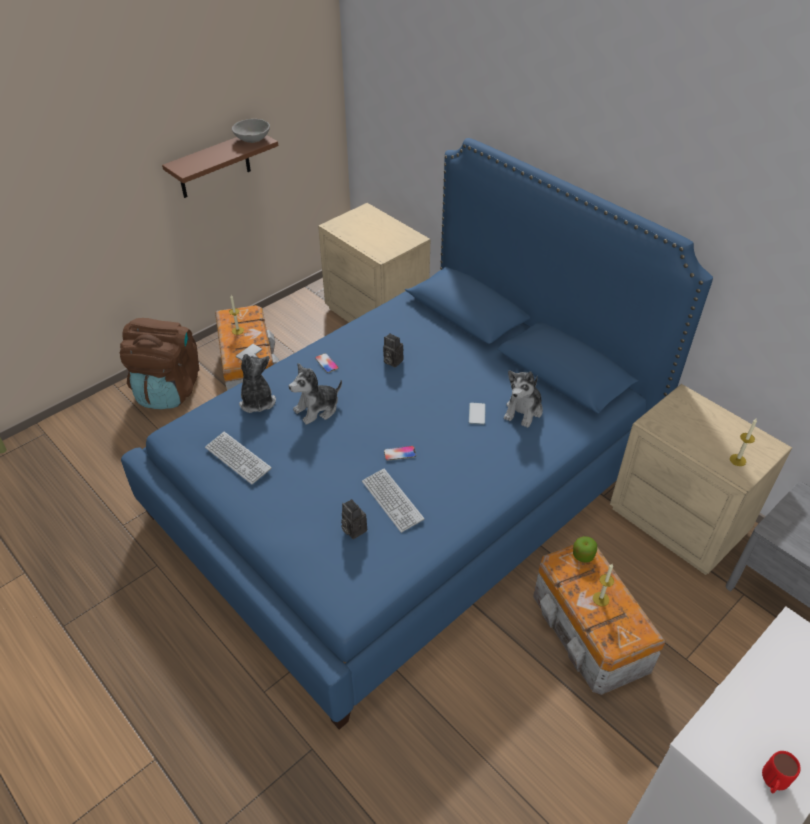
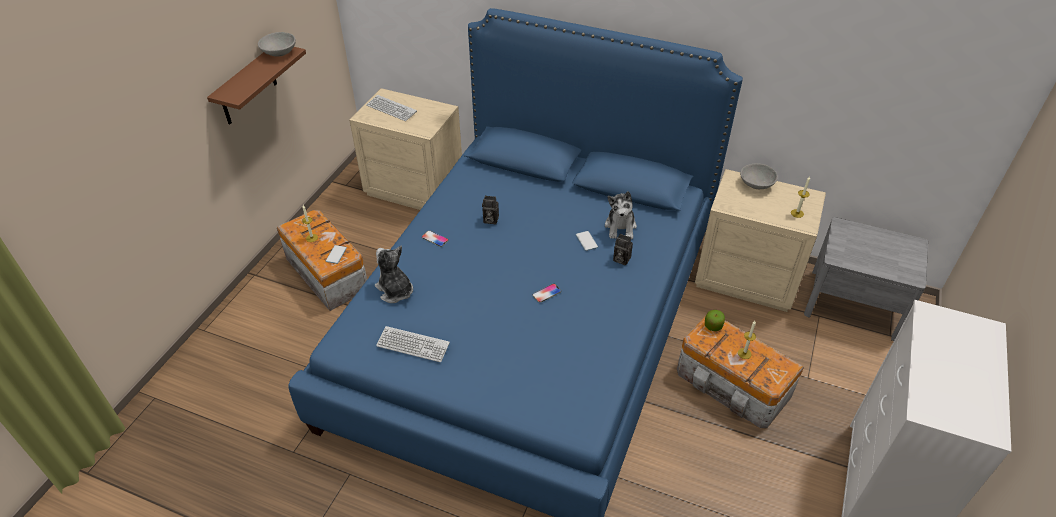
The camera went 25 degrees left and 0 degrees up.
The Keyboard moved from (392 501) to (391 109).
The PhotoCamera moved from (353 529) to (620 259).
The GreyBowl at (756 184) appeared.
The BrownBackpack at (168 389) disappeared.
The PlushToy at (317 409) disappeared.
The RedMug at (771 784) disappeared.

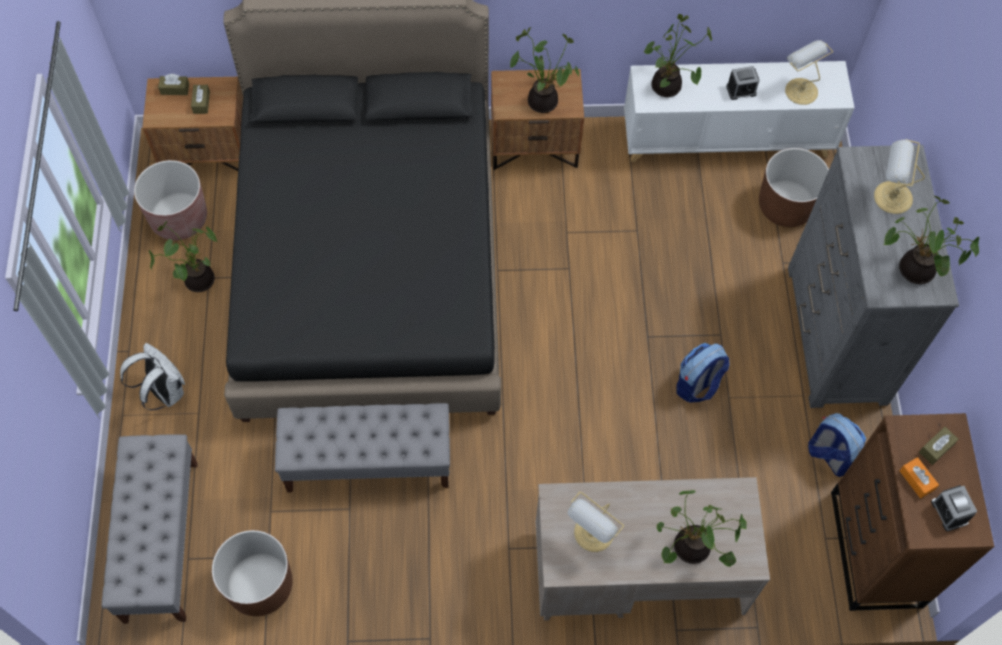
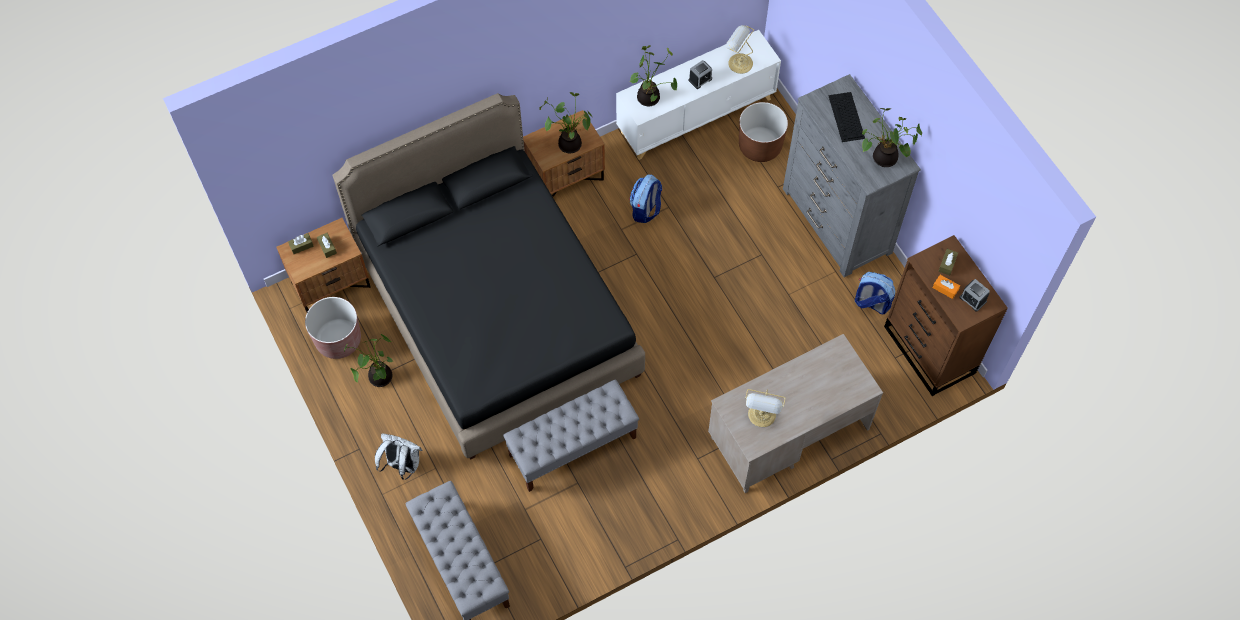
The camera went 25 degrees left and 0 degrees up.
The Backpack moved from (697 385) to (645 209).
The TableLamp at (890 197) was replaced by the Keyboard at (847 117).
The BrownPlanter at (260 585) disappeared.
The PottedPlant at (690 549) disappeared.

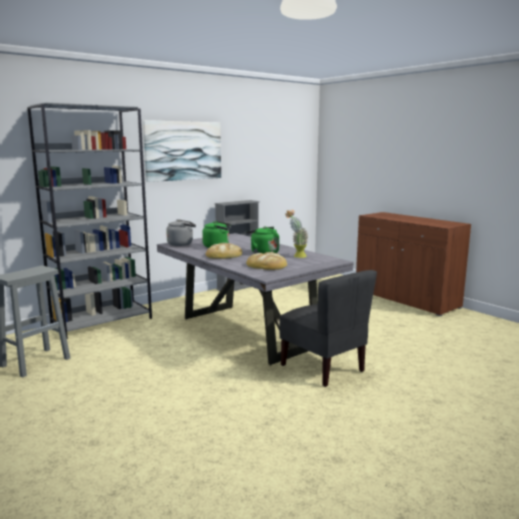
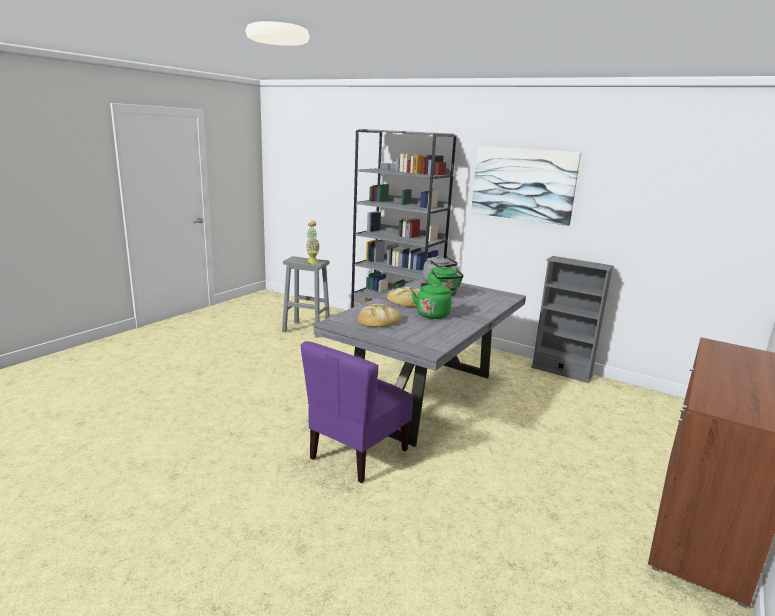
The camera went 70 degrees right and 5 degrees up.
The GreyChair at (323 368) became the PurpleChair at (357 454).
The PottedPlant moved from (296 256) to (312 261).

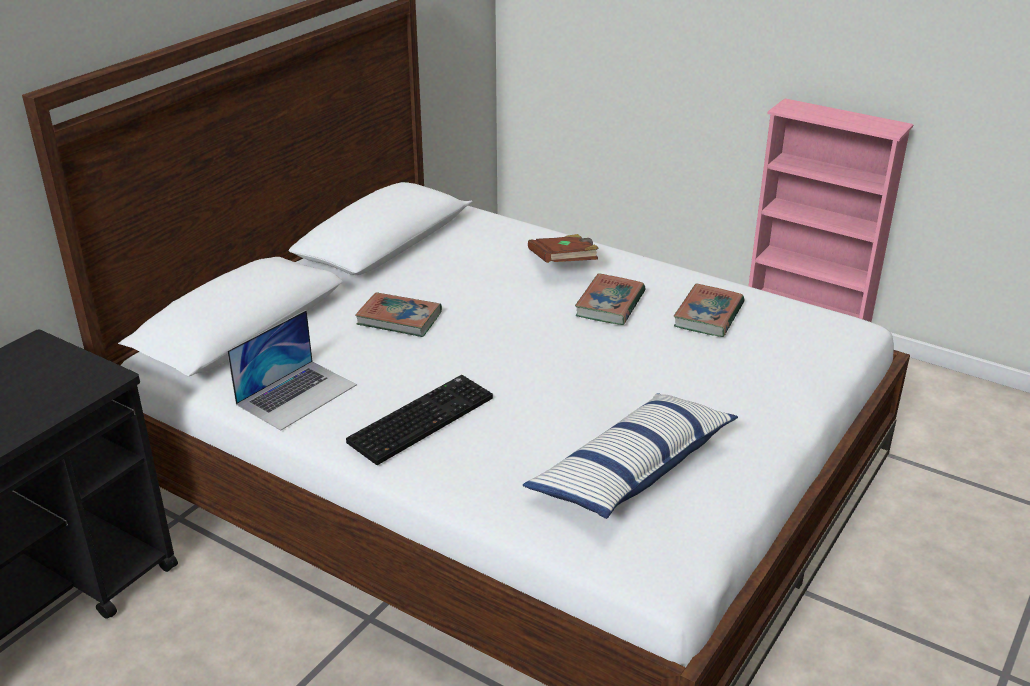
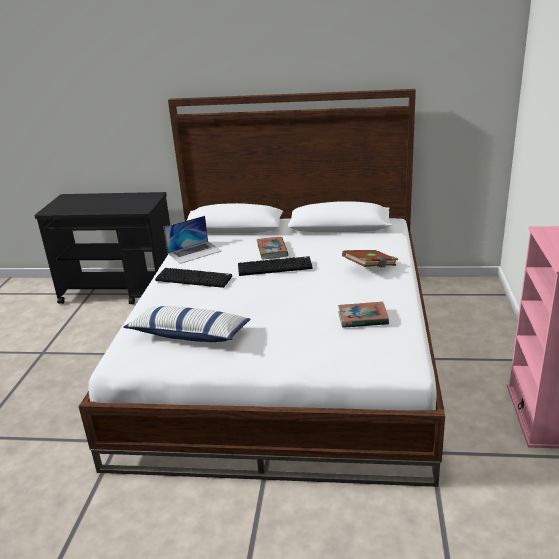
The camera went 65 degrees right and 5 degrees down.
The Laptop at (297 394) turned 45 degrees counterclockwise.
The Keyboard at (275 267) appeared.
The Book at (610 304) disappeared.

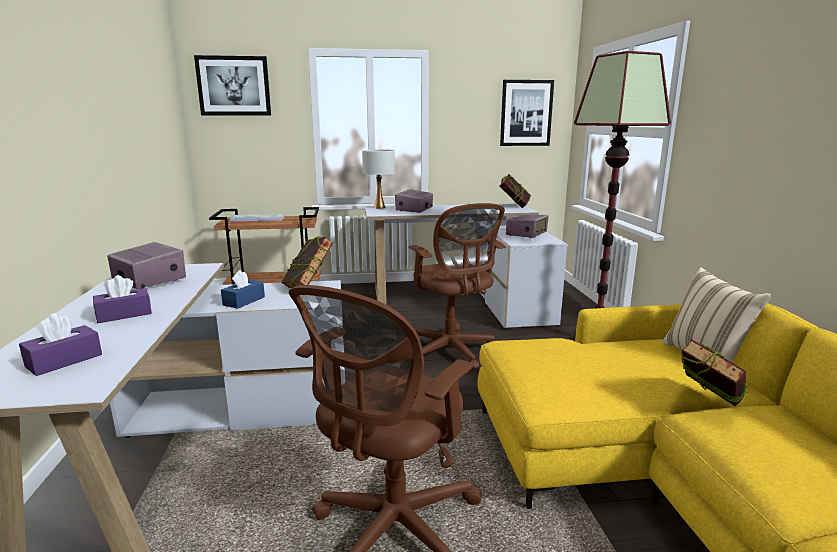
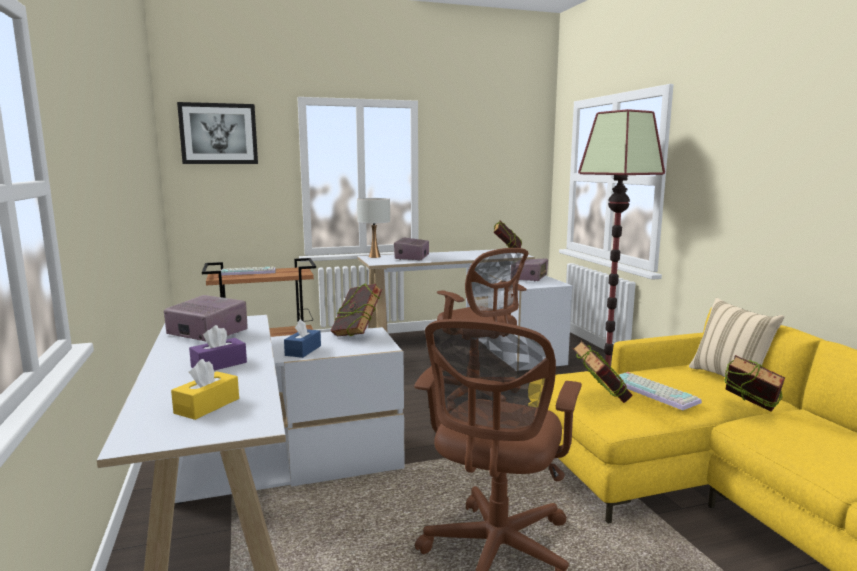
The camera went 10 degrees left and 5 degrees down.
The PurpleTissueBox at (64 360) became the YellowTissueBox at (207 406).
The Book at (600 399) appeared.
The Keyboard at (654 391) appeared.
The Picture at (526 113) disappeared.

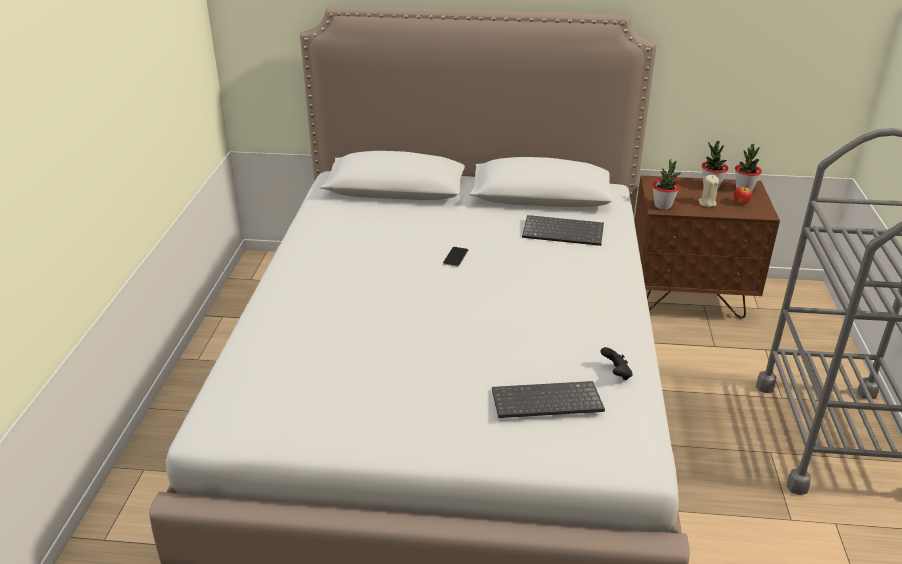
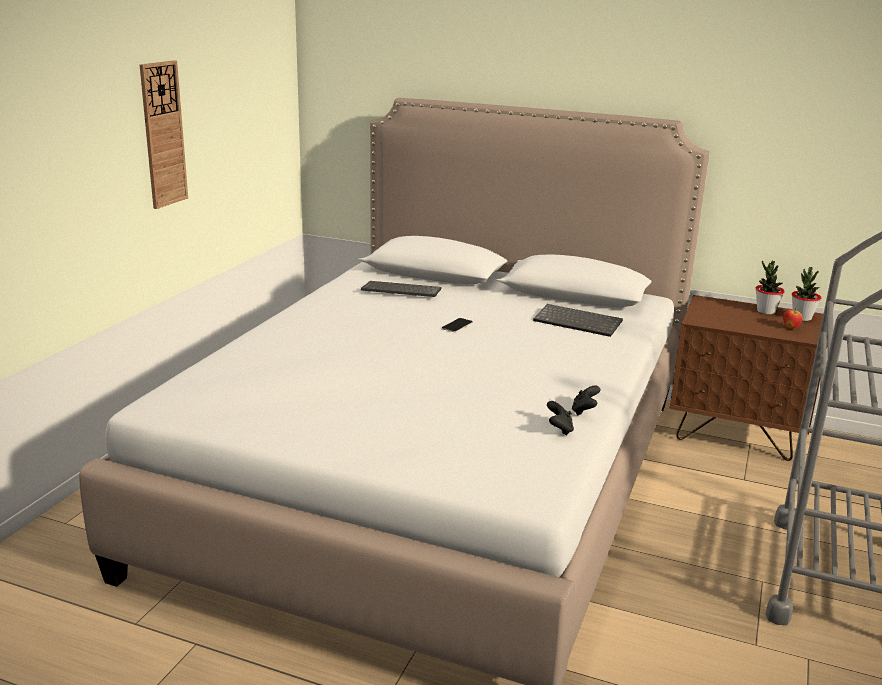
The camera went 15 degrees right and 10 degrees down.
The WallClock at (163 134) appeared.
The Keyboard moved from (545 403) to (400 292).
The BlackGameController at (584 411) appeared.
The PottedPlant at (663 206) disappeared.
The BeigeCandle at (707 203) disappeared.

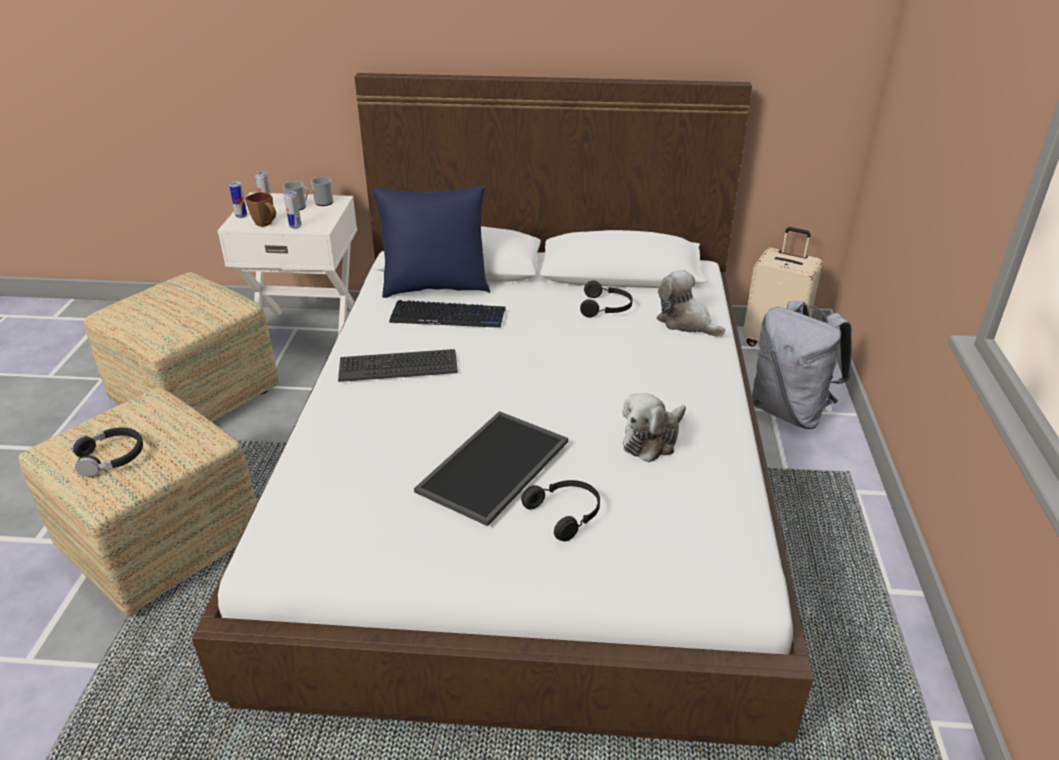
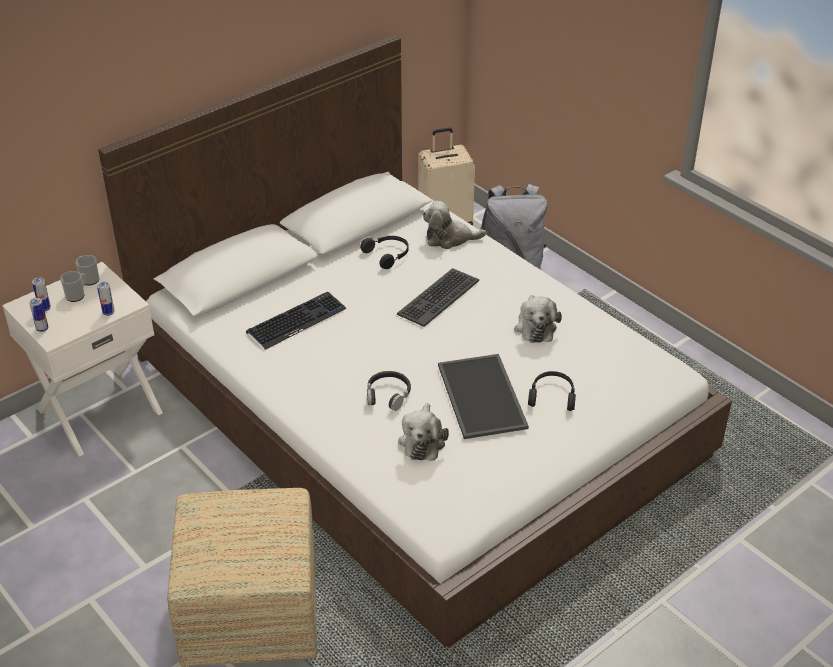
The camera went 45 degrees left and 5 degrees up.
The BlackHeadphones moved from (111 457) to (388 395).
The Keyboard moved from (398 366) to (438 297).
The PlushToy at (422 440) appeared.
The Ottoman at (195 398) disappeared.
The BrownMug at (266 224) disappeared.
The BluePillow at (435 287) disappeared.

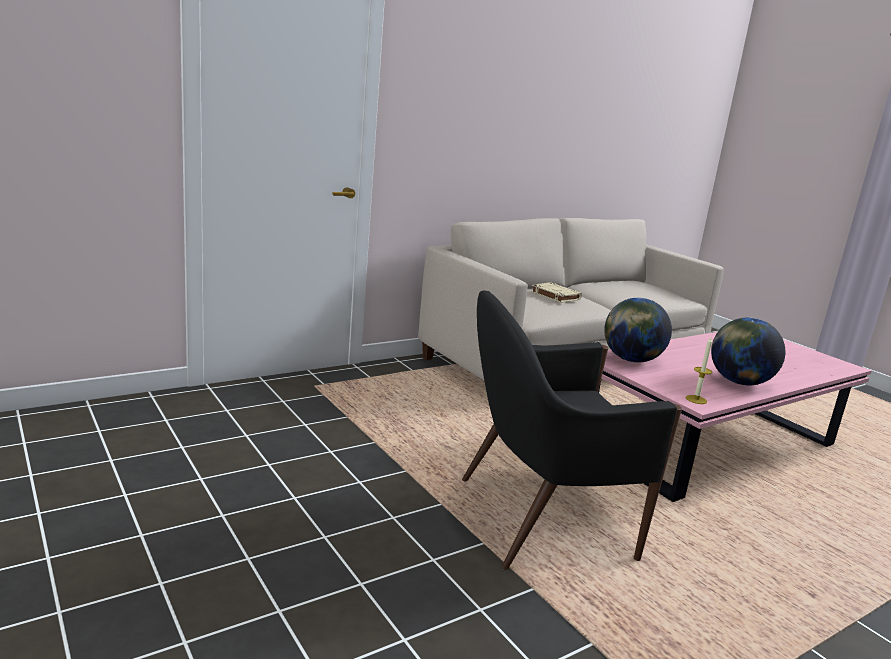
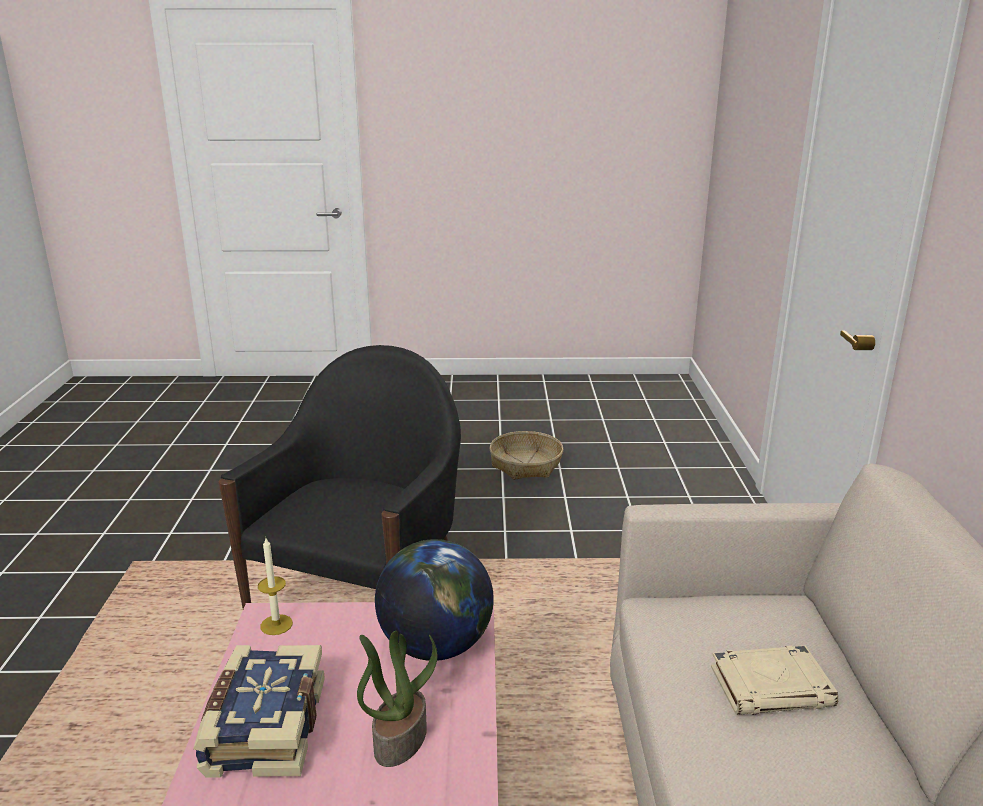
The camera went 125 degrees right and 5 degrees up.
The Globe at (739 382) was replaced by the Book at (263 727).
The PottedPlant at (400 739) appeared.
The Basket at (526 465) appeared.

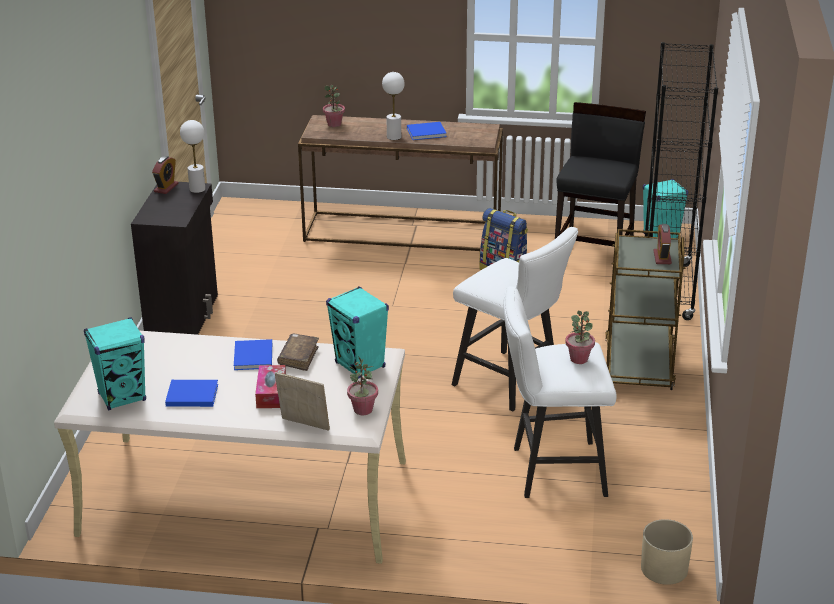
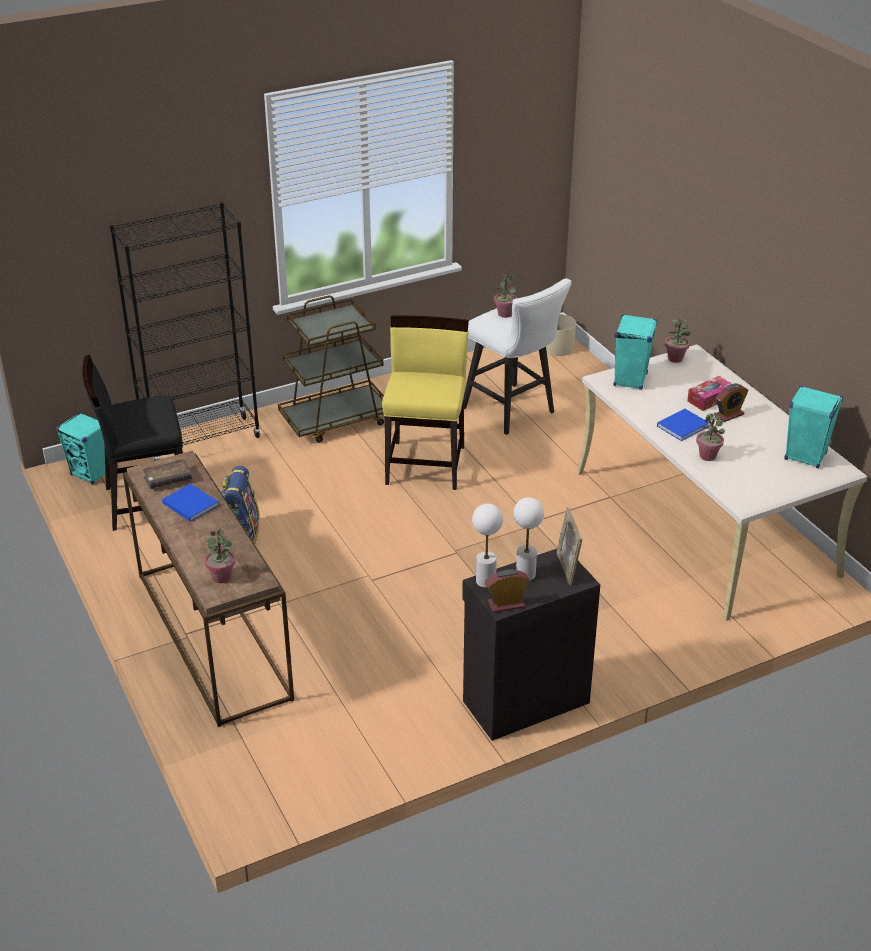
The camera went 125 degrees left and 5 degrees up.
The BrownBook moved from (298 357) to (168 480).
The WhiteStool at (512 384) was replaced by the YellowChair at (426 464).
The WhiteTableLamp moved from (394 137) to (525 574).
The PictureFrame moved from (303 426) to (567 568).
The PottedPlant at (708 456) appeared.
The AlarmClock moved from (662 257) to (729 415).
The BlueBook at (190 395) disappeared.

